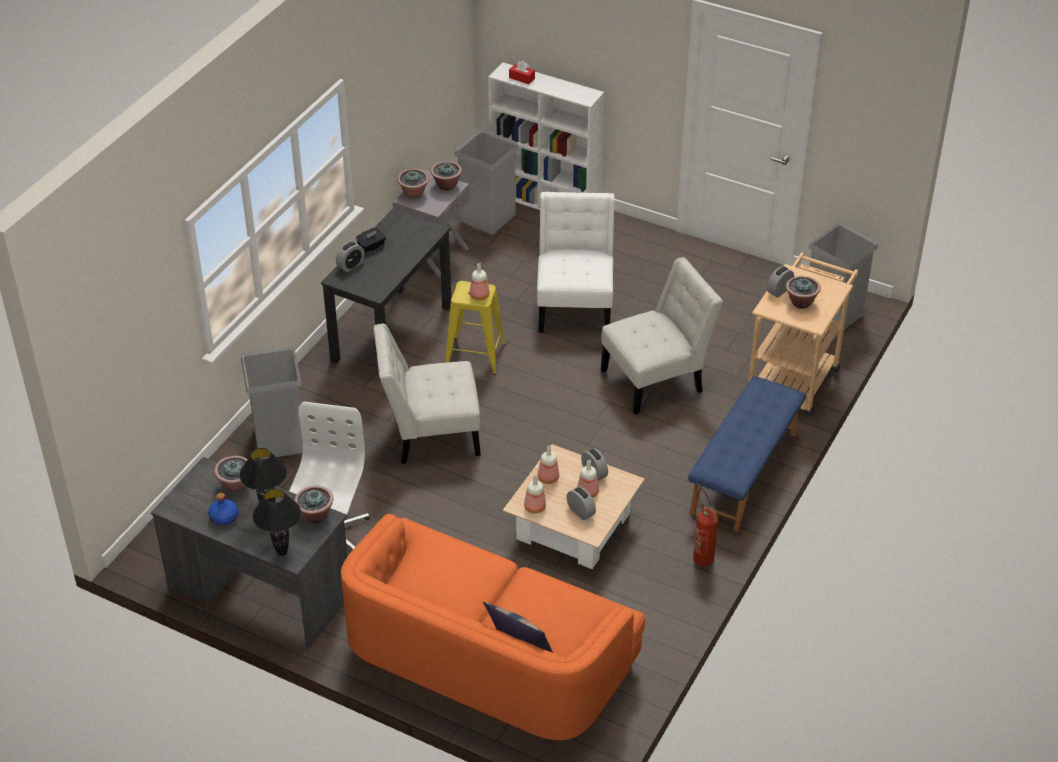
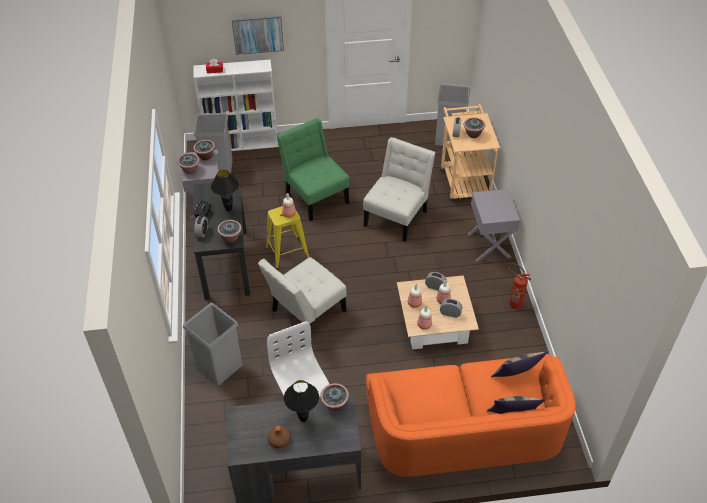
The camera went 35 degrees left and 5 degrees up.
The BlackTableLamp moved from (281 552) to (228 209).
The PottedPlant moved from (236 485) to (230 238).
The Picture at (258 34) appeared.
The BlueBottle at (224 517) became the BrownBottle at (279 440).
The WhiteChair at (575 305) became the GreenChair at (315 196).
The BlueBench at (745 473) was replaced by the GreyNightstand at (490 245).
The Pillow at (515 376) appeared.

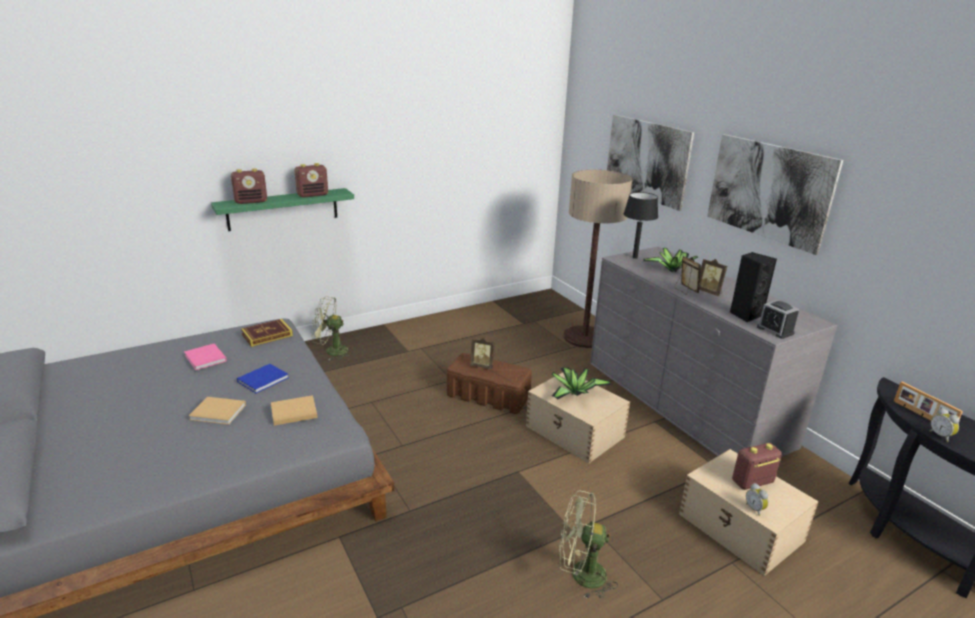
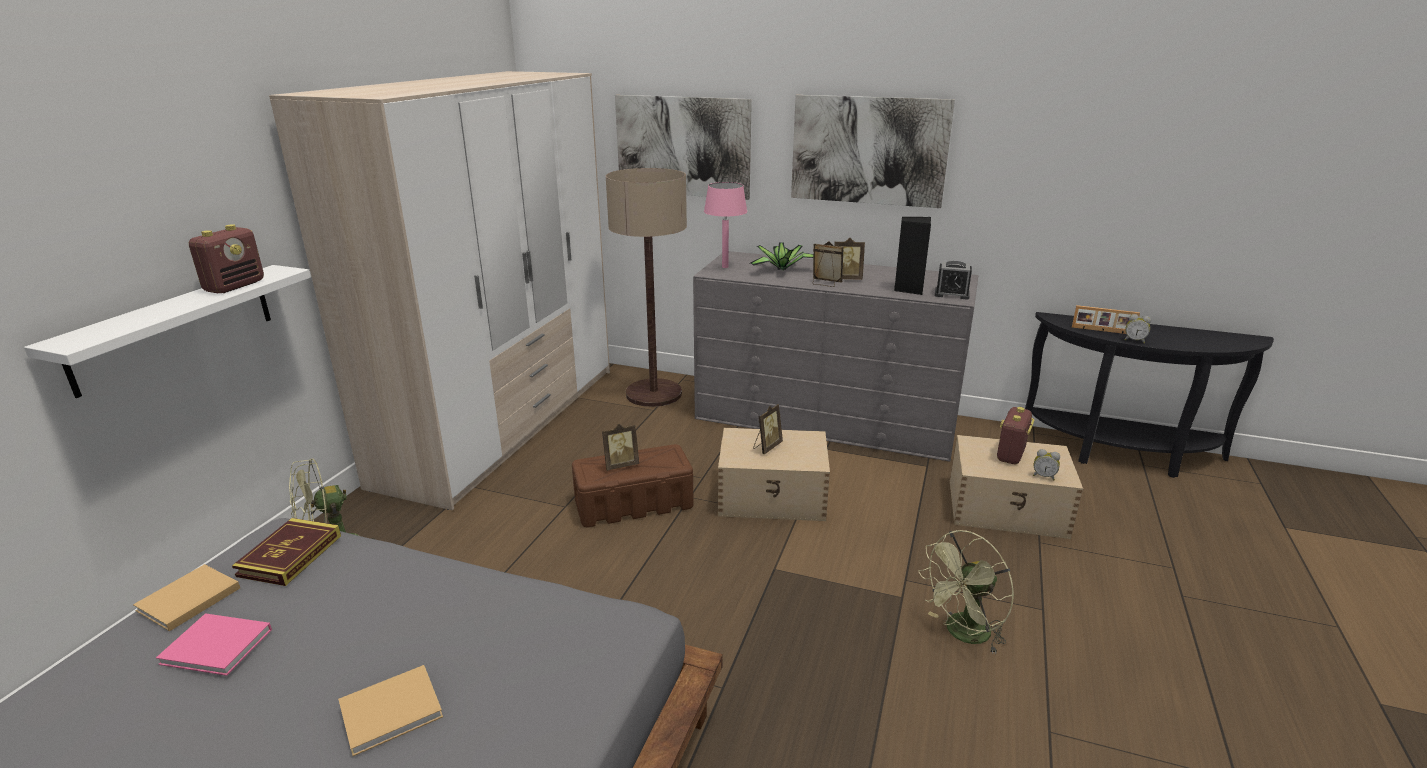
The camera went 40 degrees left and 0 degrees up.
The GreenShelf at (283 209) became the WhiteShelf at (175 327).
The BeigeBook moved from (292 412) to (186 601).
The Wardrobe at (505 423) appeared.
The BlackTableLamp at (634 257) became the PinkTableLamp at (725 267).
The PottedPlant at (575 393) was replaced by the PictureFrame at (766 447).
The Radio at (251 201) disappeared.
The BlueBook at (264 379) disappeared.

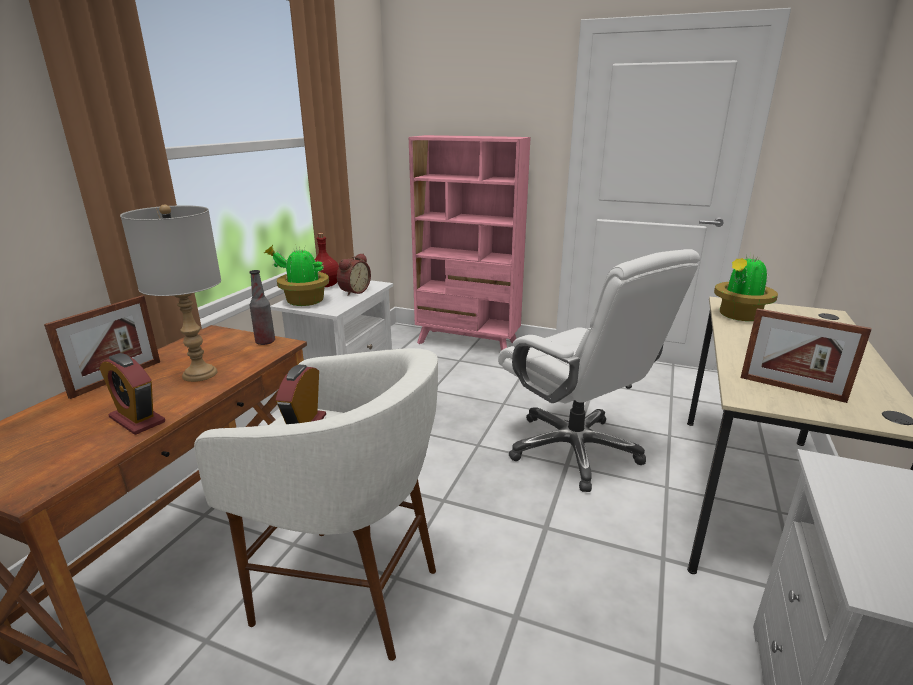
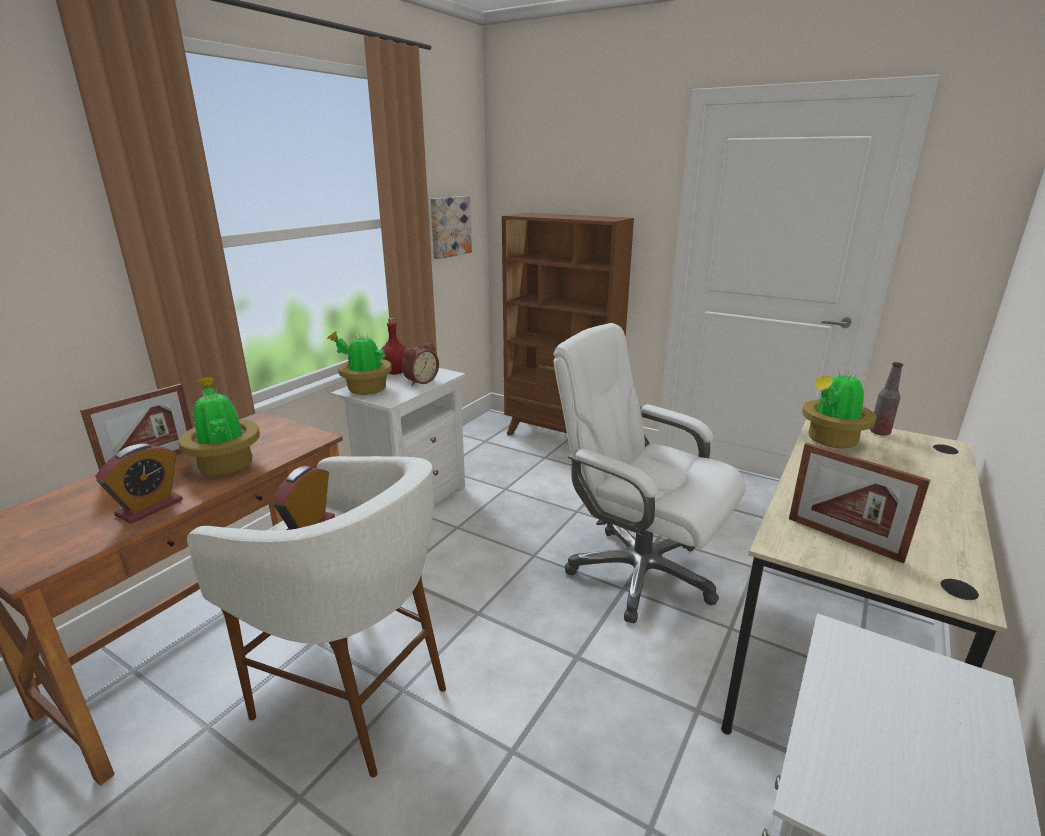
The camera went 10 degrees right and 0 degrees up.
The AlarmClock at (137 420) turned 105 degrees counterclockwise.
The GreyTableLamp at (199 374) was replaced by the PottedPlant at (226 464).
The Picture at (449 226) appeared.
The PinkBookcase at (468 343) became the BrownBookcase at (560 438).
The WhiteOfficeChair at (575 450) turned 150 degrees clockwise.
The Bottle moved from (265 342) to (879 432).

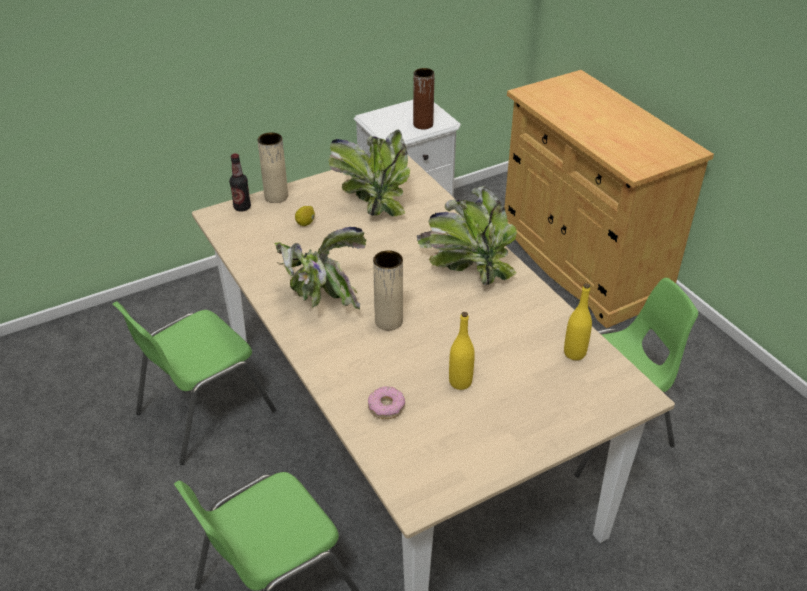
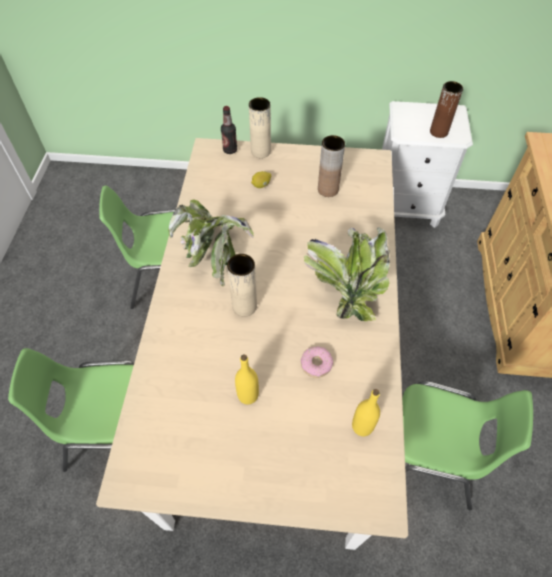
The camera went 35 degrees right and 15 degrees up.
The Donut moved from (386 407) to (316 364).
The PottedPlant at (374 201) was replaced by the BrownVase at (328 189).

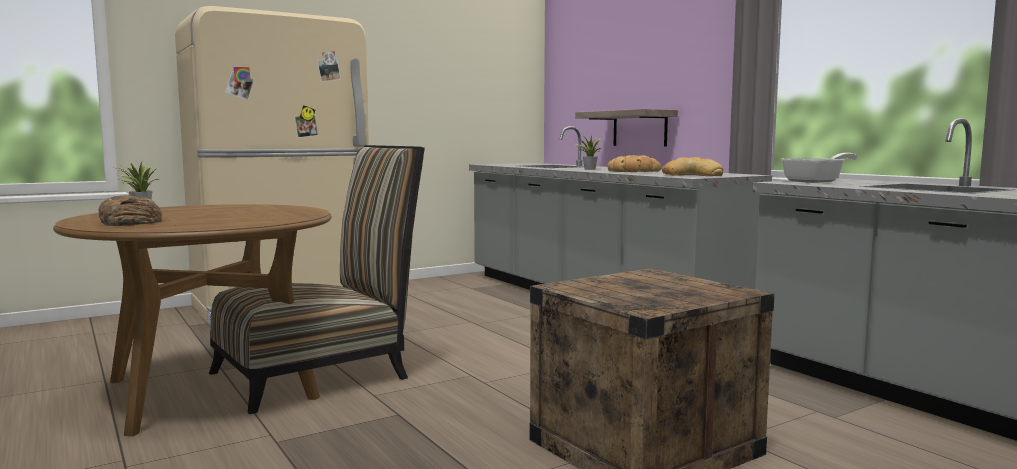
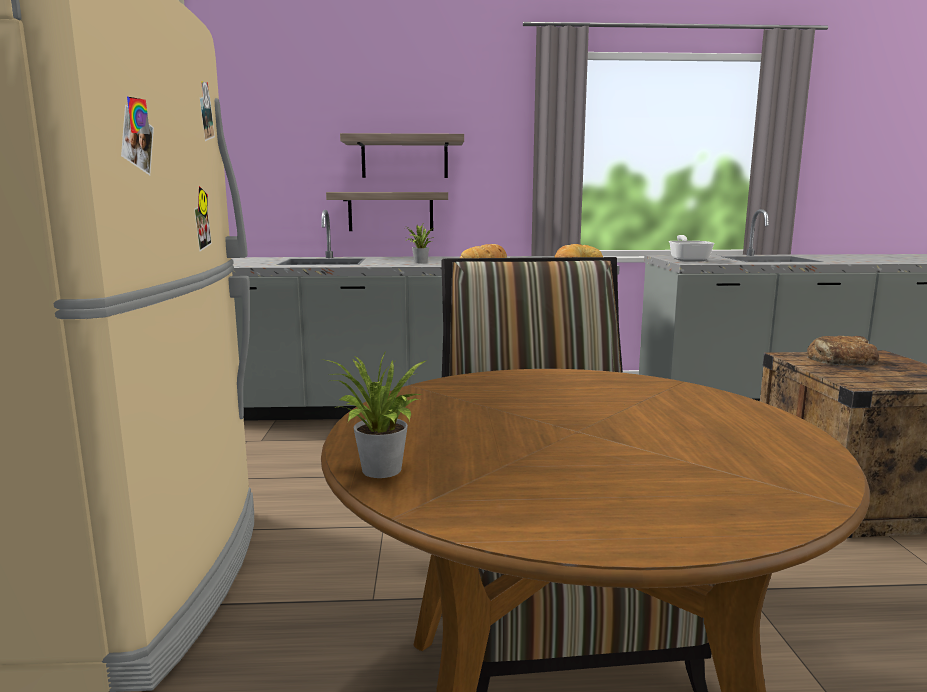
The camera went 60 degrees left and 5 degrees up.
The Shelf at (404 157) appeared.
The Bread moved from (129 221) to (840 360).

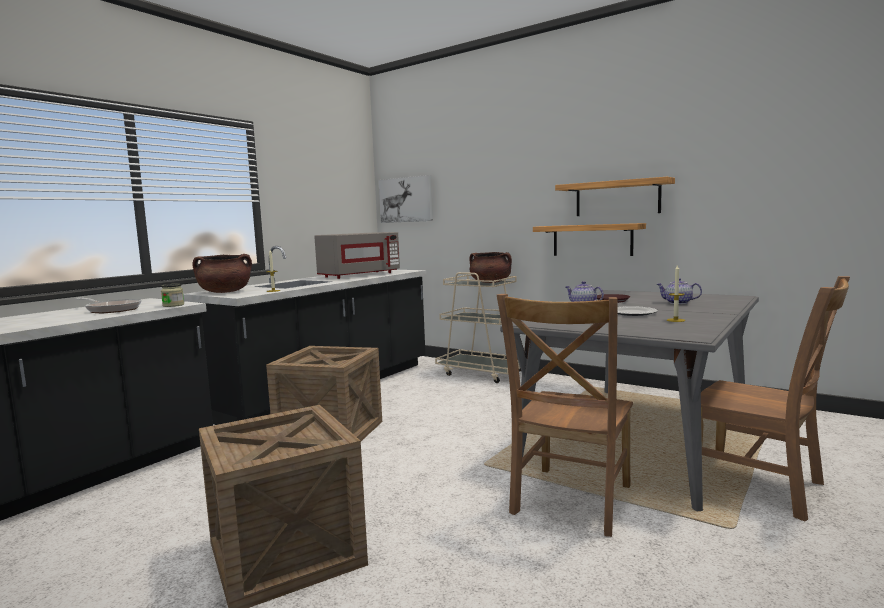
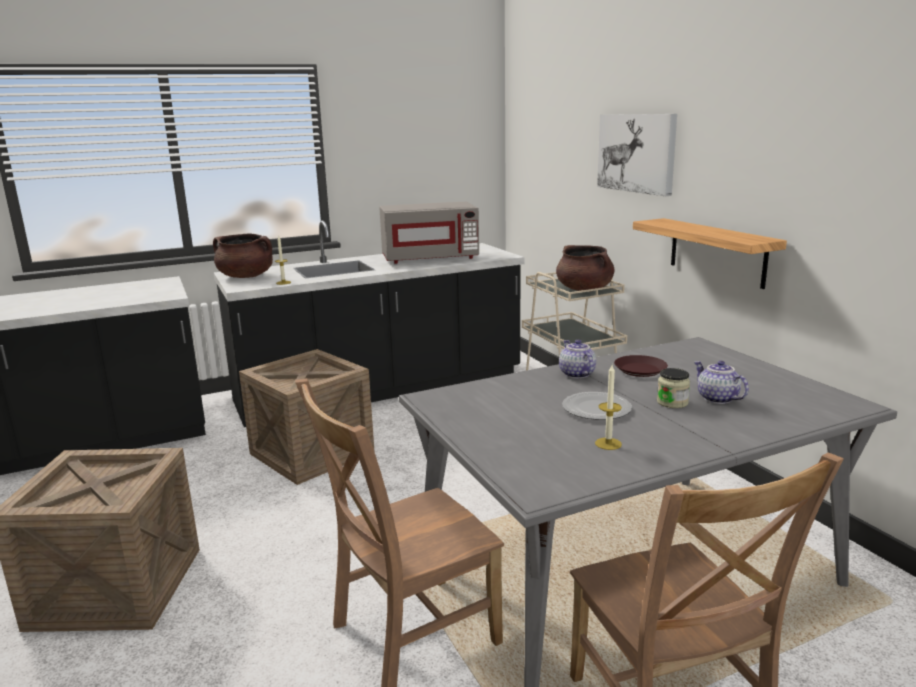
The camera went 30 degrees right and 10 degrees up.
The Picture moved from (406 199) to (637 153).
The Jar moved from (173 305) to (672 402).
The FryingPan at (111 310) disappeared.
The Shelf at (617 198) disappeared.

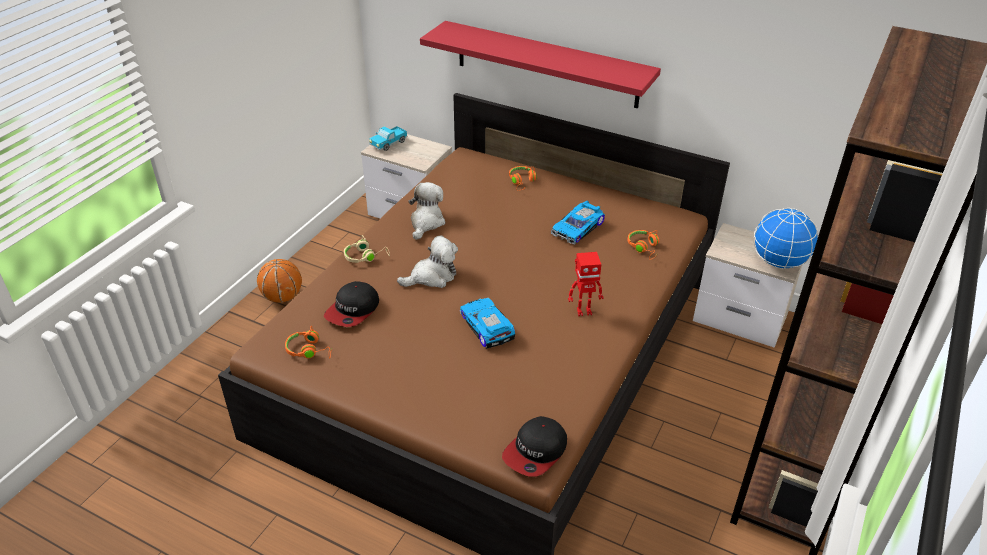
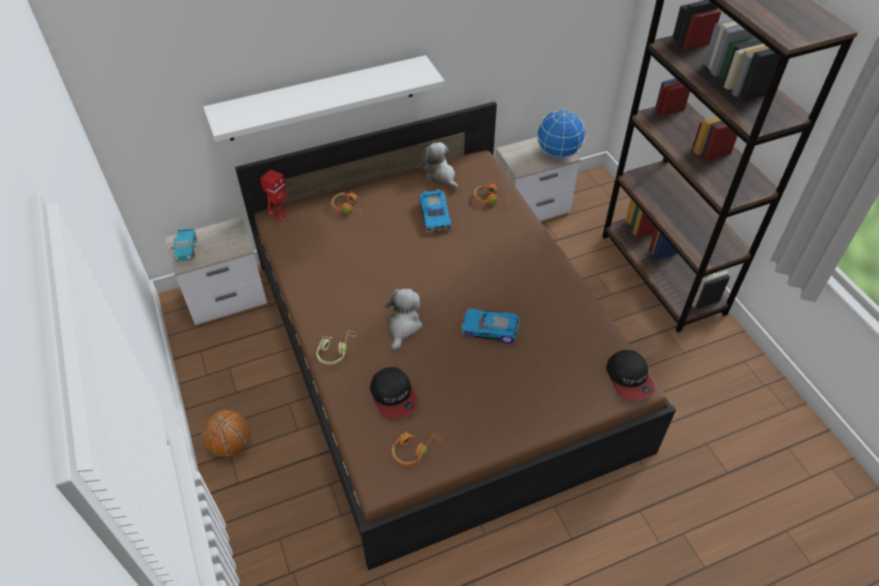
The camera went 50 degrees left and 10 degrees up.
The RedShelf at (546 64) became the WhiteShelf at (321 98).
The ToyRobot moved from (583 311) to (280 216).
The PlushToy moved from (426 222) to (440 176).

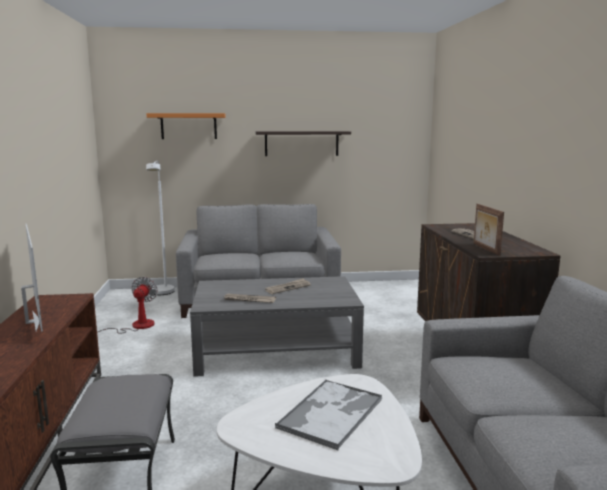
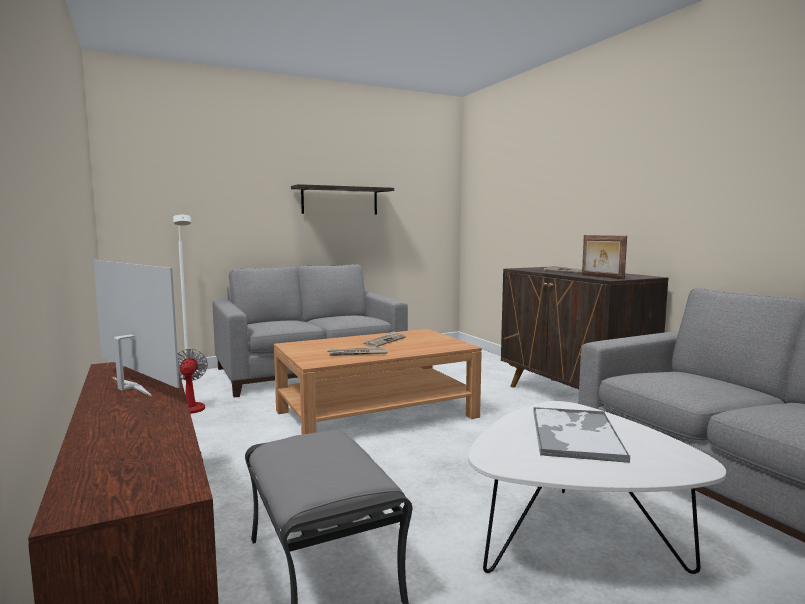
The camera went 20 degrees left and 5 degrees down.
The GreyCoffeeTable at (277 350) became the BrownCoffeeTable at (377 414).
The OrangeShelf at (188 126) disappeared.

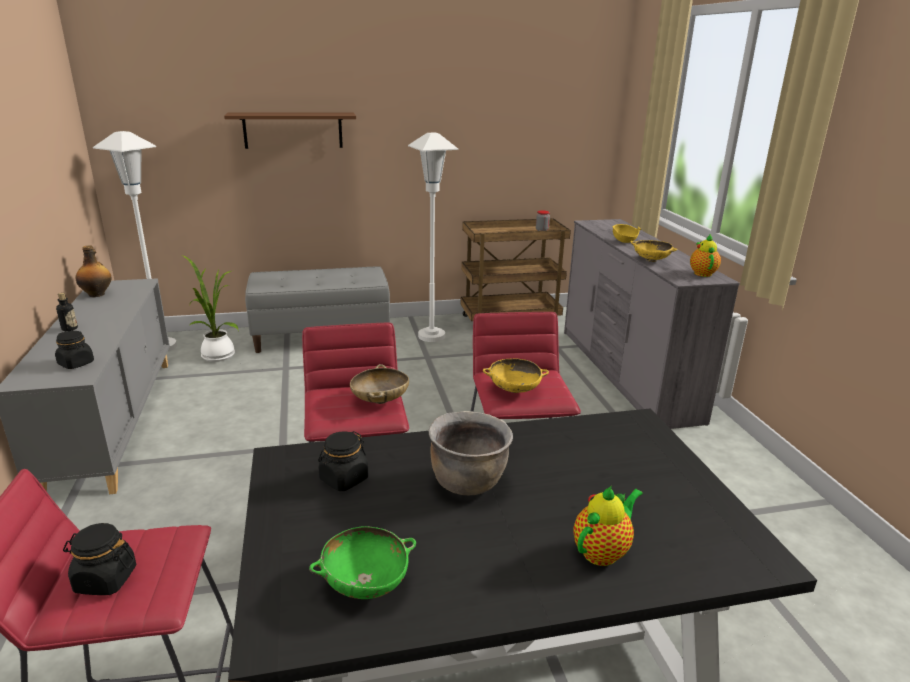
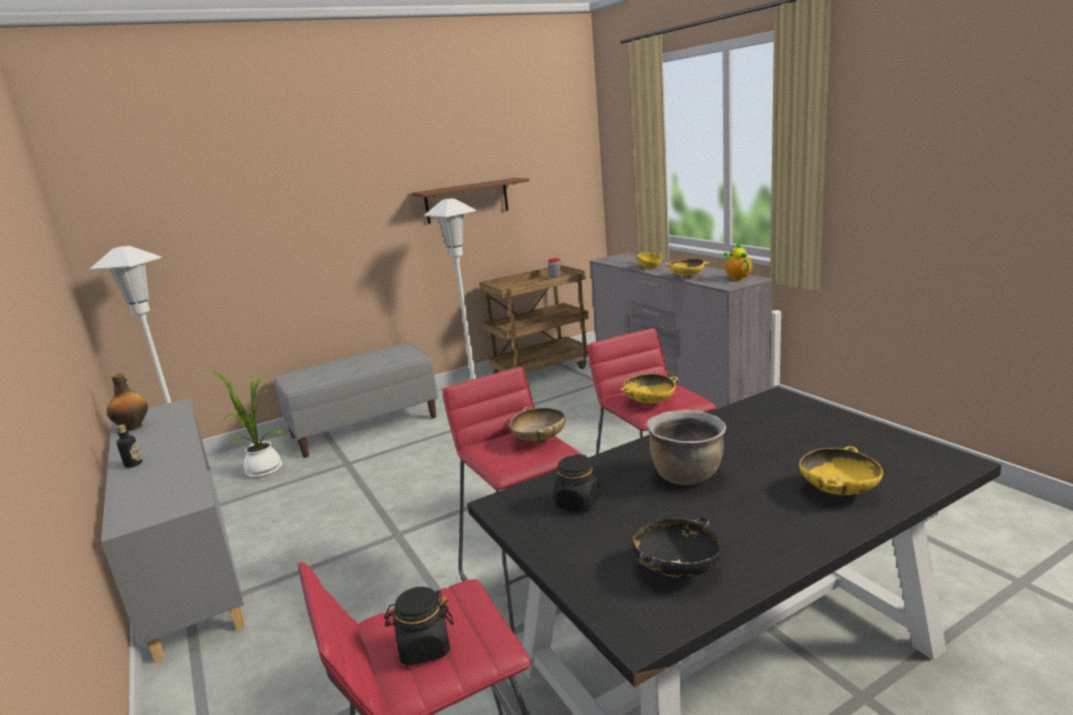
The camera went 15 degrees left and 5 degrees down.
The BrownShelf moved from (293 130) to (467 201).
The GreenBowl at (365 583) became the BlackBowl at (676 569).
The Teapot at (603 551) was replaced by the YellowBowl at (839 491).
The BlackJar at (76 363) disappeared.

